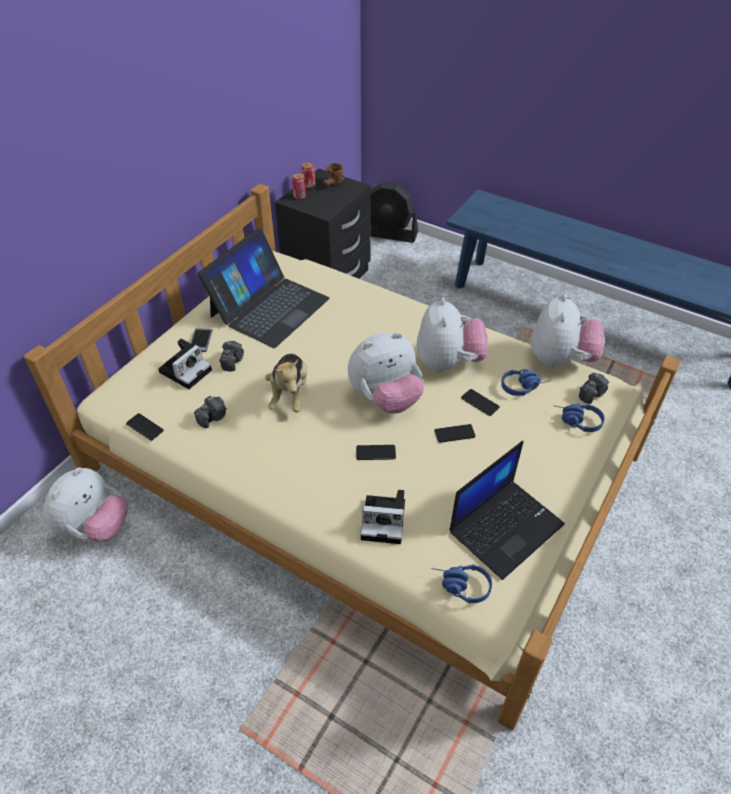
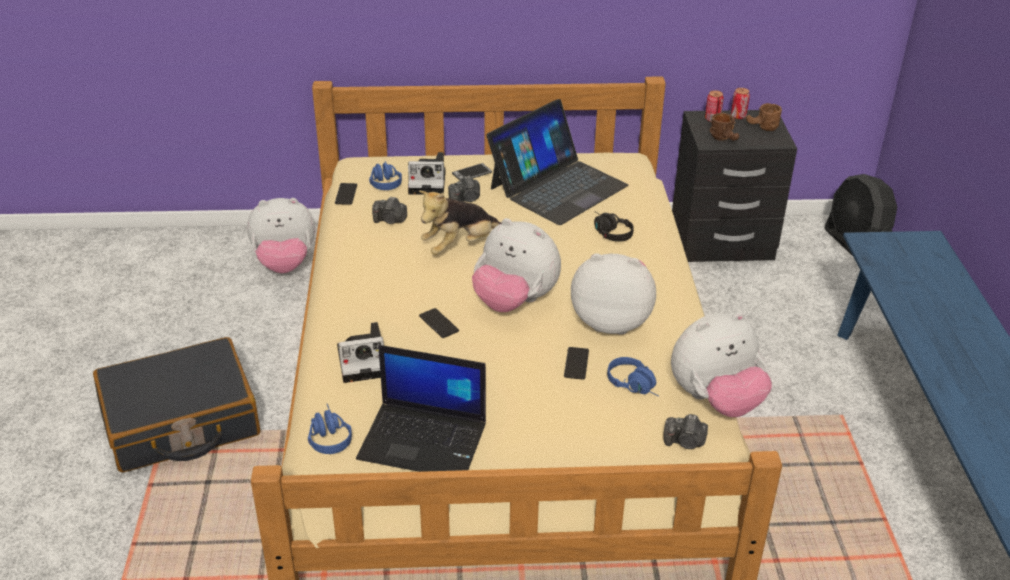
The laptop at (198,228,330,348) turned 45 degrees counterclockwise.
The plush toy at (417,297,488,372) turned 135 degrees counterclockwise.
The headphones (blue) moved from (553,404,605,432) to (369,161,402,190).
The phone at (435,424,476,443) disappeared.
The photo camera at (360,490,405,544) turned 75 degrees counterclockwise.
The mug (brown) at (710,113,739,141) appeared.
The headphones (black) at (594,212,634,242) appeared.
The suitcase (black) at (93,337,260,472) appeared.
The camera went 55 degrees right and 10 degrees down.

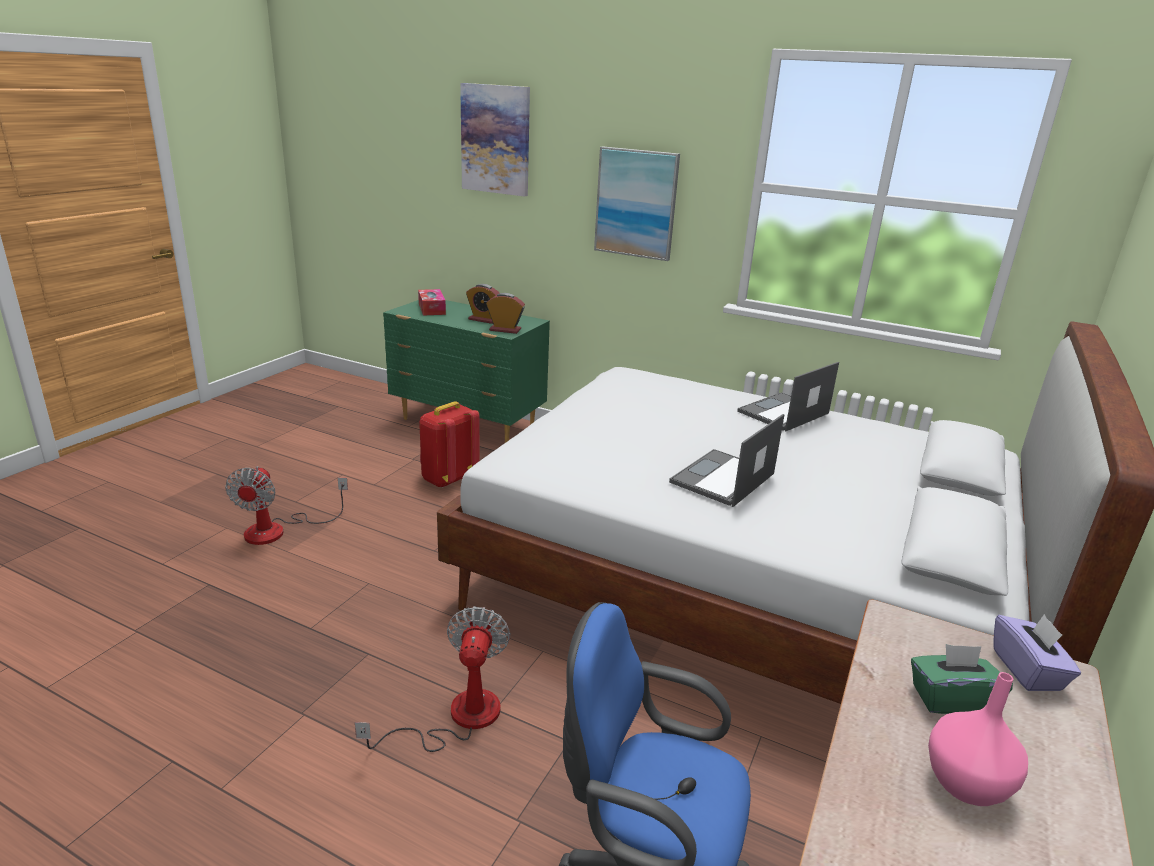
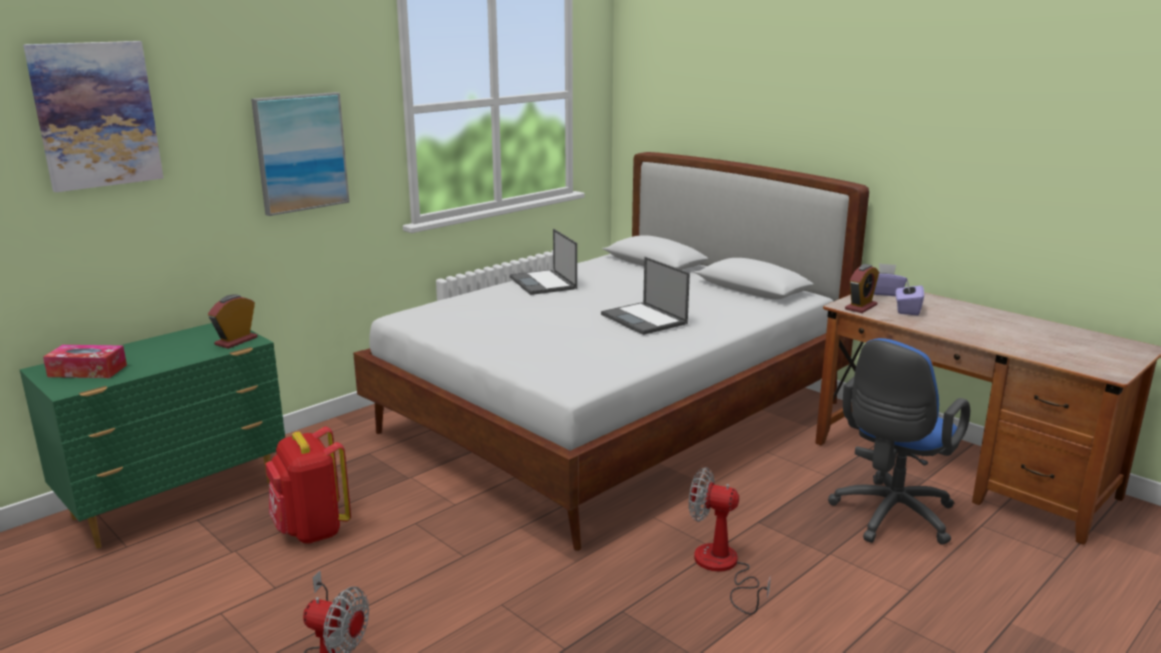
The alarm clock moved from (466,284,500,324) to (845,264,879,313).
The tissue box (green) at (911,644,1013,714) became the tissue box (purple) at (896,278,924,316).
The vase (pink) at (928,672,1028,806) disappeared.
The camera went 70 degrees left and 5 degrees down.

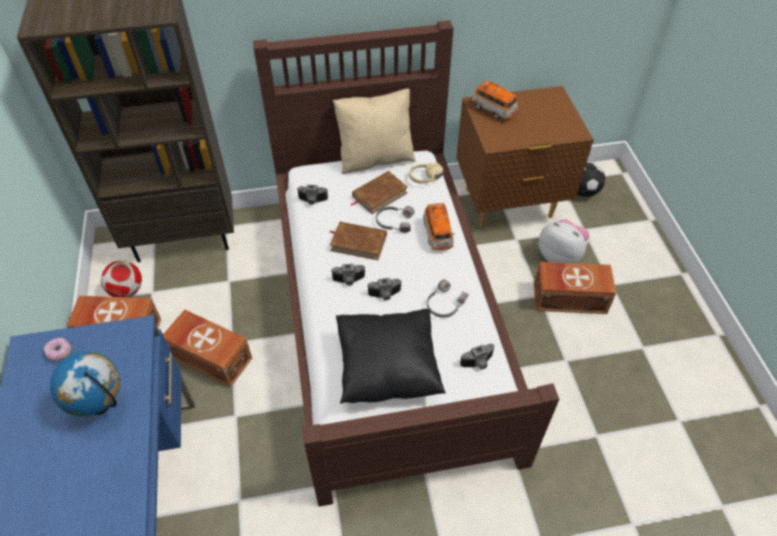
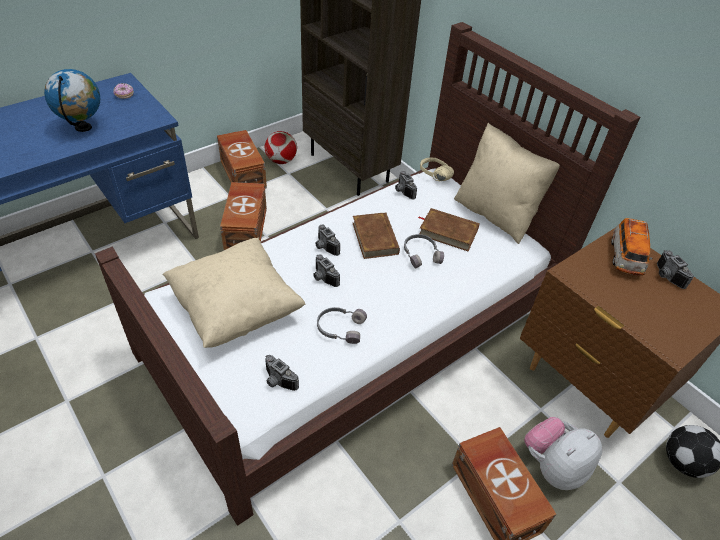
The headphones (beige) moved from (409,162,443,184) to (420,158,454,181).
The toy car at (423,203,454,250) disappeared.
The plush toy at (539,219,590,263) turned 135 degrees counterclockwise.
The pillow (black) at (336,309,446,404) became the pillow (beige) at (162,238,305,348).
The photo camera at (657,250,694,289) appeared.
The camera went 60 degrees right and 5 degrees down.

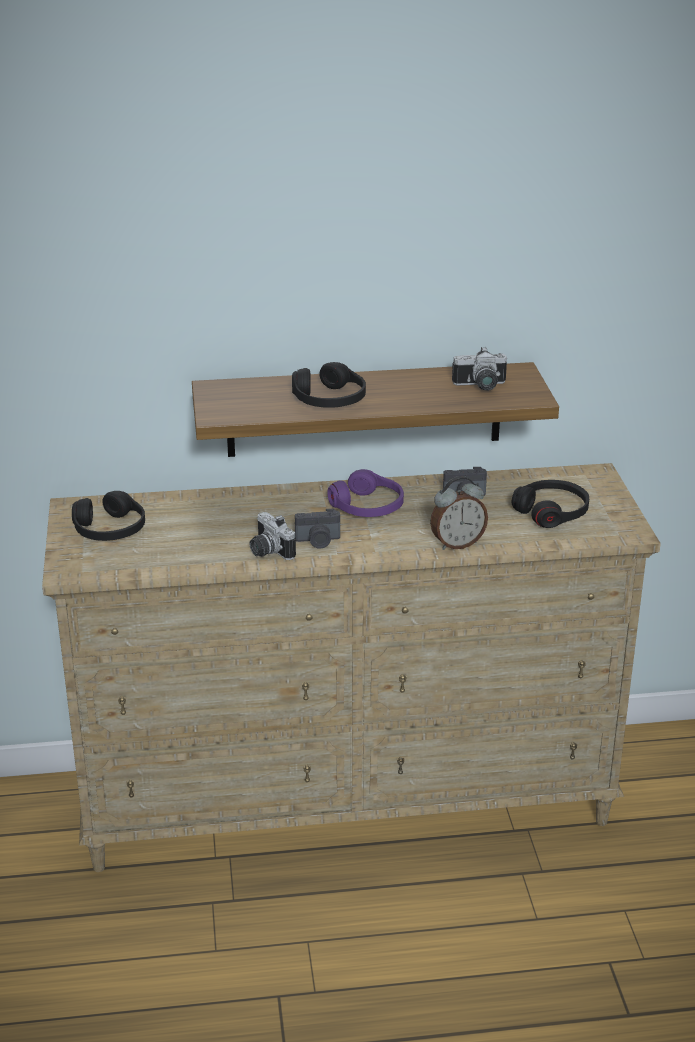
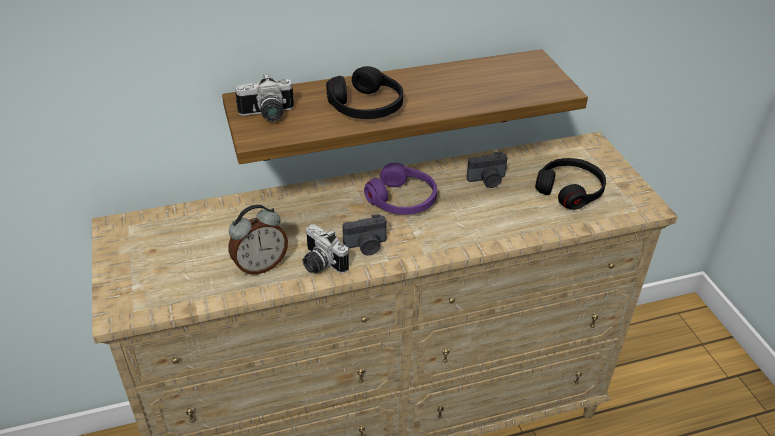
The photo camera moved from (452,347,507,391) to (235,74,294,122).
The alarm clock moved from (430,476,488,550) to (228,205,288,275).
The headphones (black) at (72,491,145,541) disappeared.
The camera went 10 degrees left and 10 degrees up.

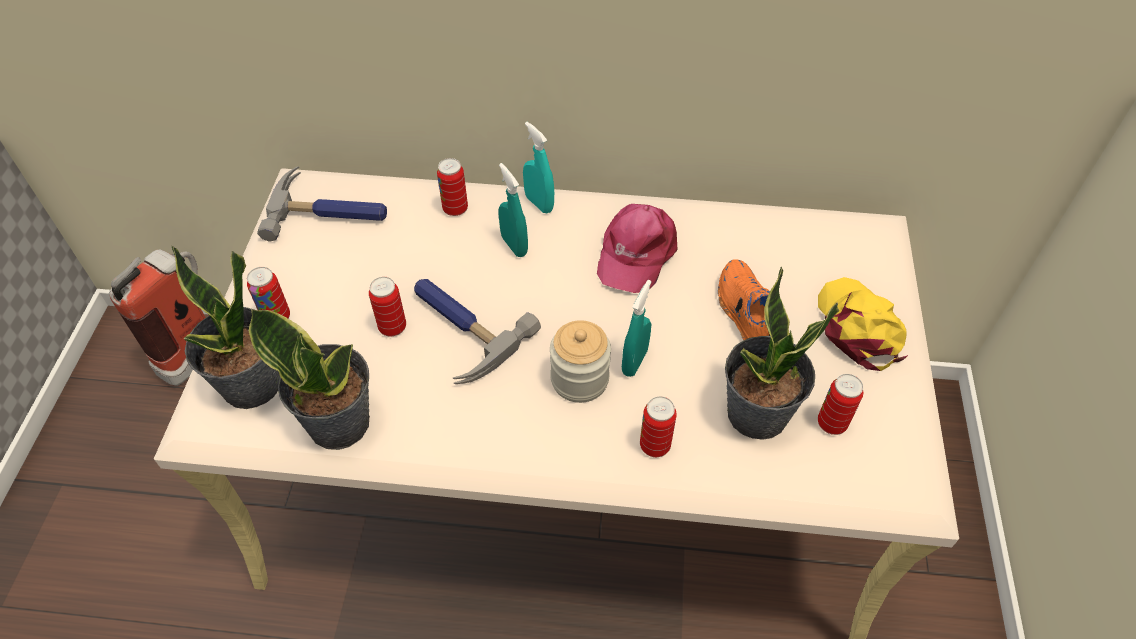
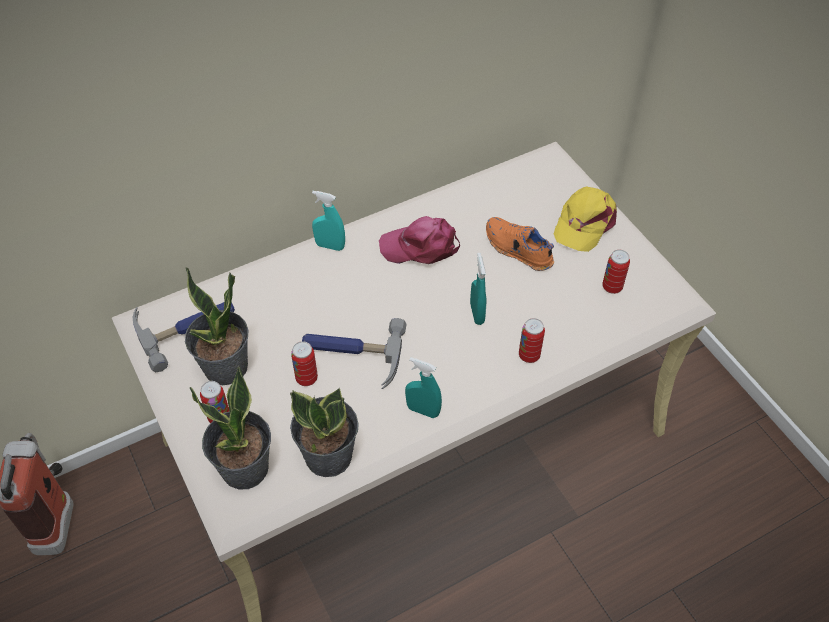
The can at (437,158,468,216) disappeared.
The spray bottle (turquoise) moved from (498,163,528,257) to (405,357,442,418).
The cap (pink) at (597,204,678,293) turned 105 degrees clockwise.
The potted plant moved from (725,267,839,440) to (185,267,249,385).
The cap (yellow) at (818,277,908,371) turned 105 degrees counterclockwise.
The jar at (550,320,611,403) disappeared.
The camera went 35 degrees left and 0 degrees up.

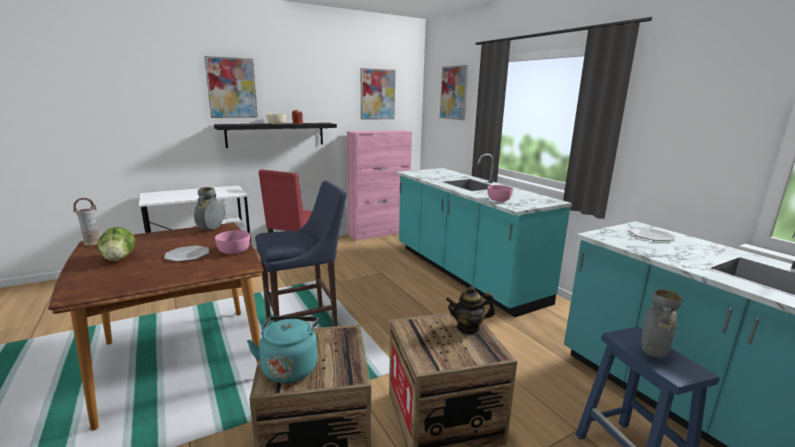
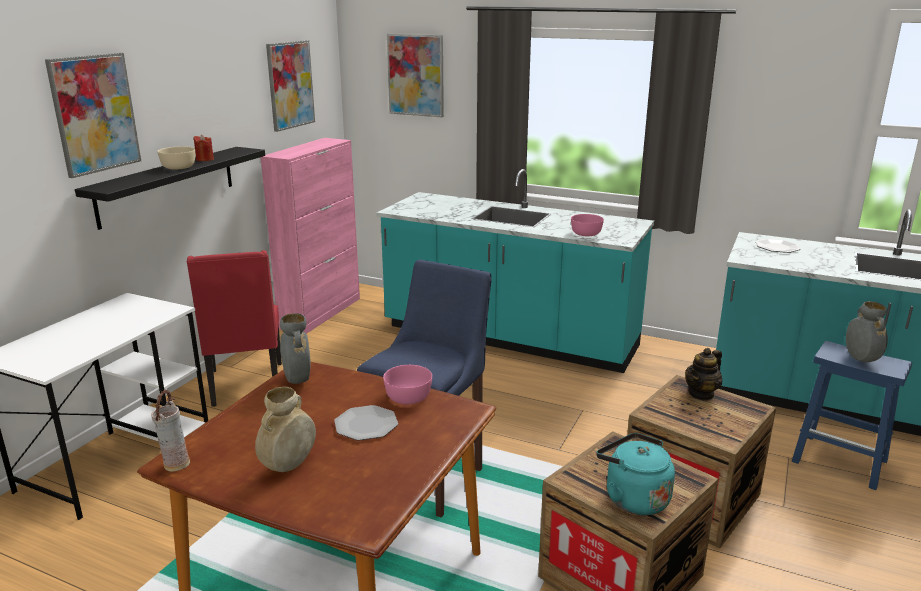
The lettuce at (97,227,135,261) was replaced by the vase (beige) at (255,387,316,472).
The camera went 35 degrees left and 5 degrees up.

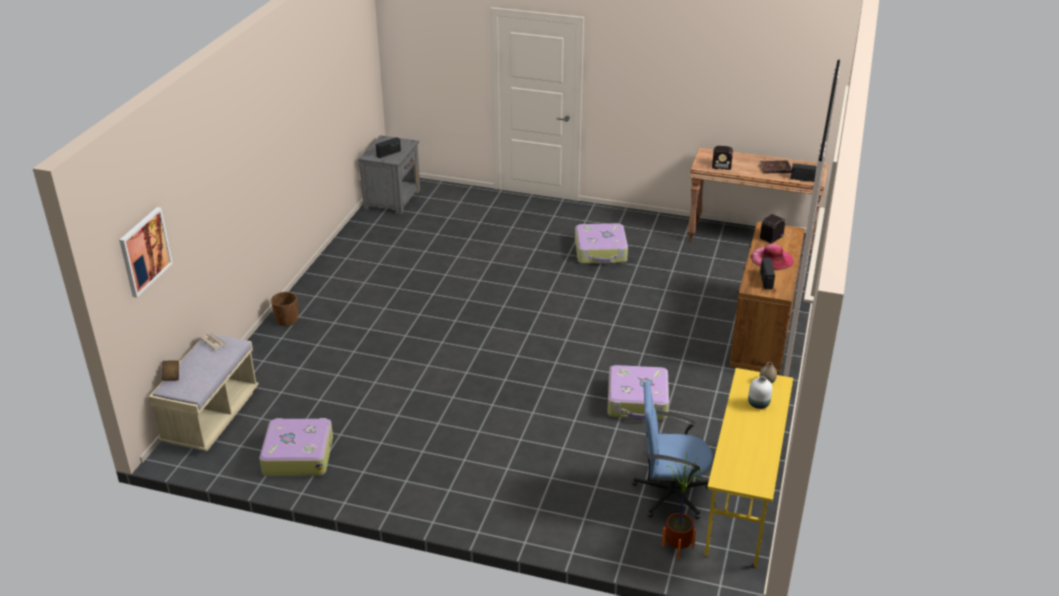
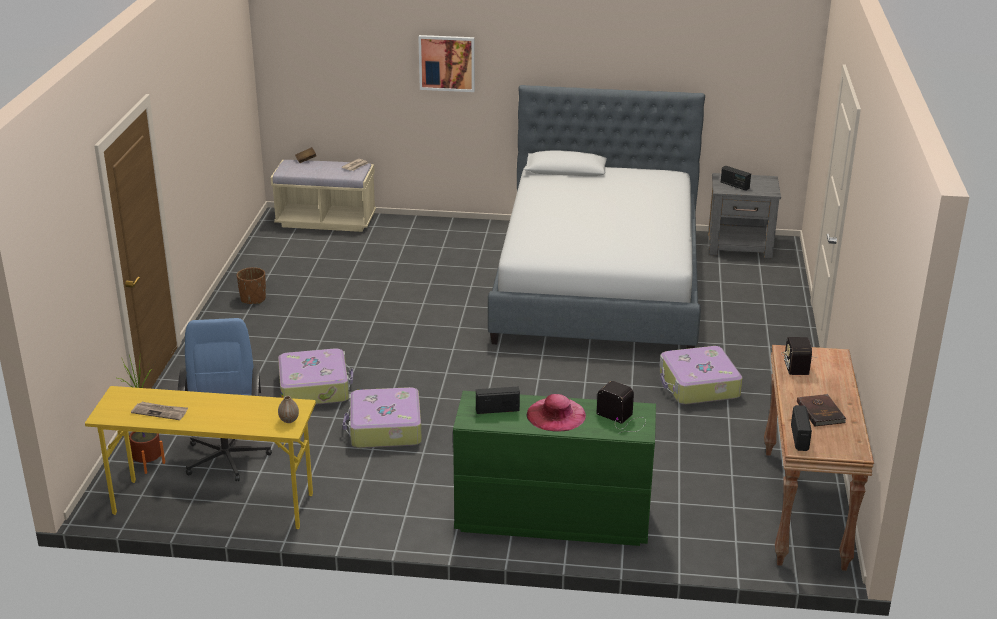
The picture moved from (119,207,173,298) to (418,35,475,92).
The dresser (brown) at (729,222,805,375) became the dresser (green) at (453,391,656,546).
The planter (brown) moved from (271,292,299,326) to (237,267,266,304).
The vase (white) at (748,376,773,409) disappeared.
The suitcase moved from (259,418,333,476) to (278,348,353,405).
The bed at (488,85,705,349) appeared.
The newspaper at (131,402,188,420) appeared.
The camera went 80 degrees right and 5 degrees down.

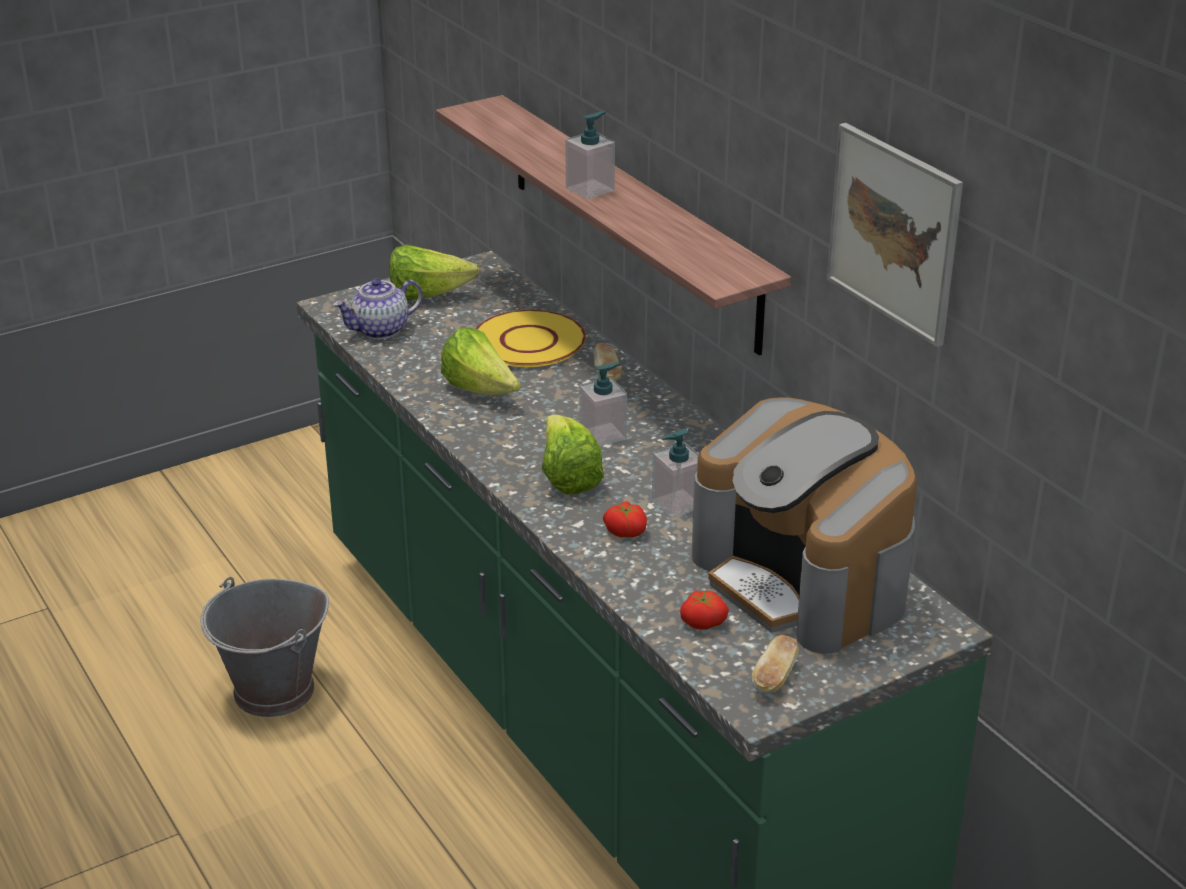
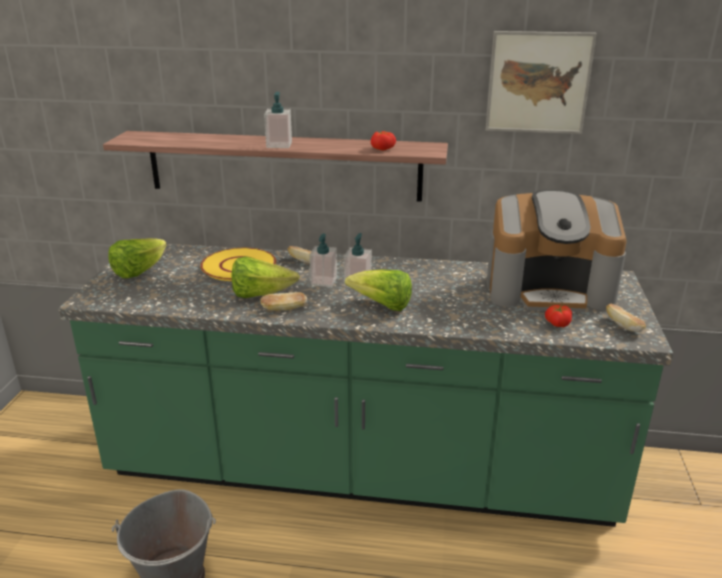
The teapot at (333,278,423,339) disappeared.
The soap dispenser moved from (652,429,699,518) to (309,234,337,287).
The tomato moved from (603,501,647,537) to (371,131,396,151).
The bread at (260,292,308,311) appeared.
The camera went 50 degrees left and 5 degrees down.

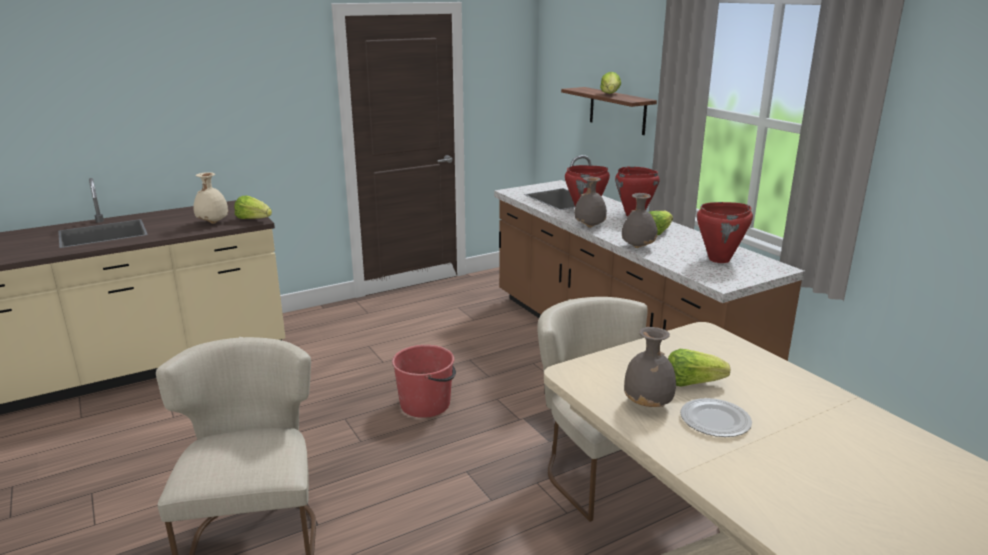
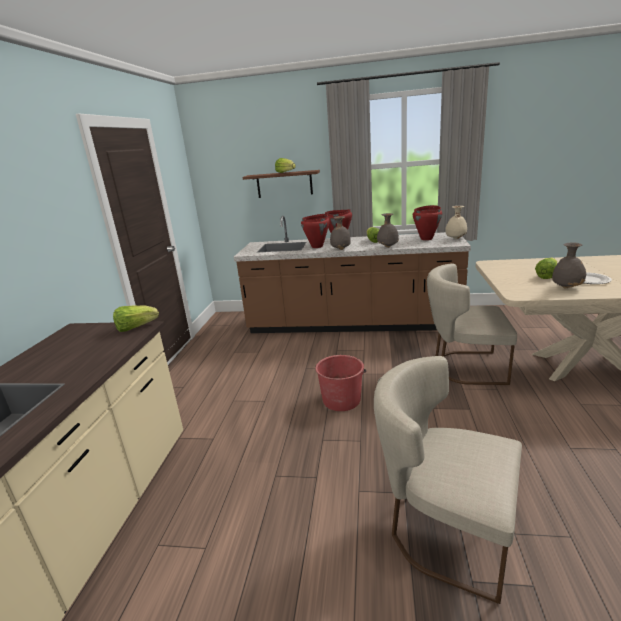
The vase (beige) moved from (193,172,228,224) to (445,206,467,239).
The camera went 50 degrees left and 0 degrees up.

